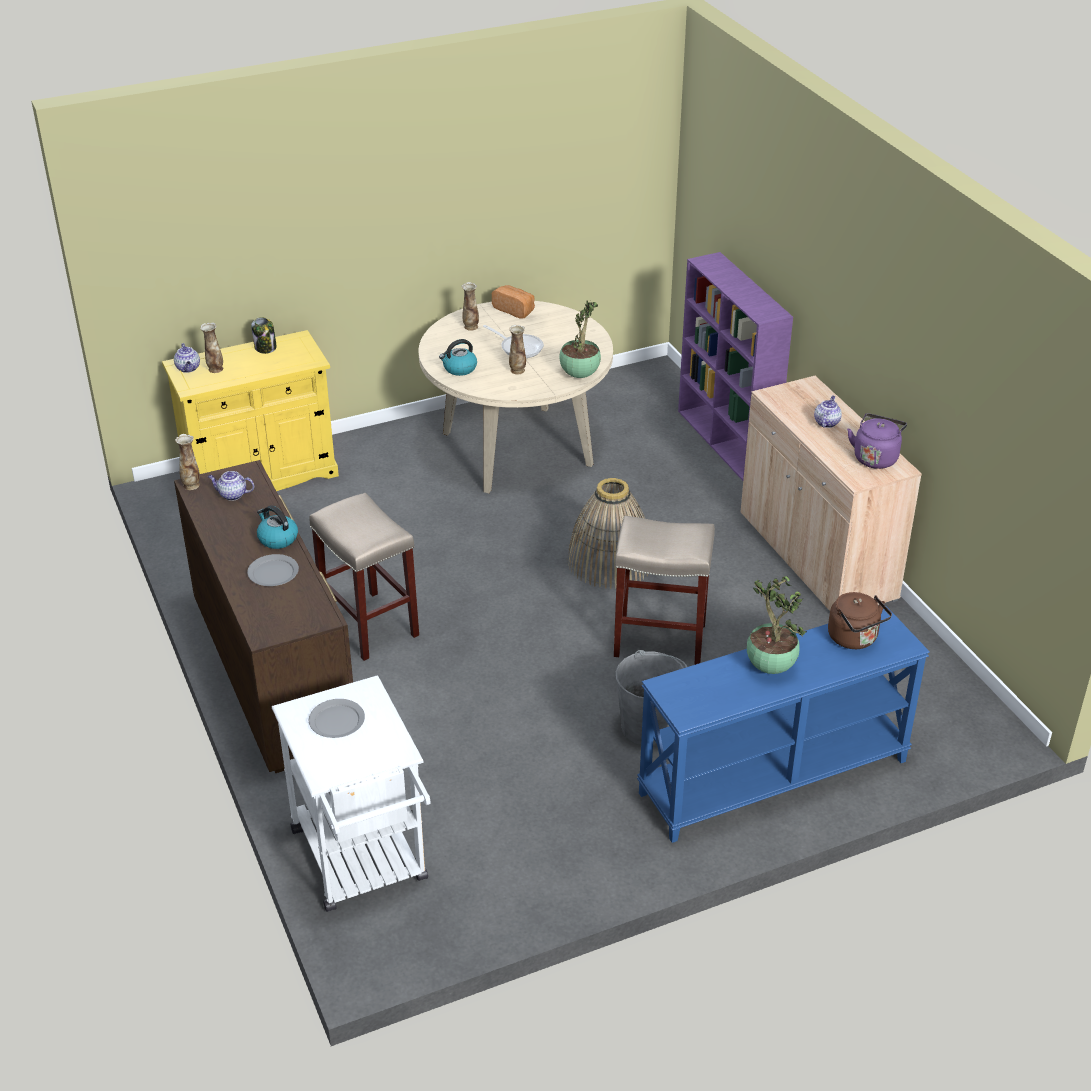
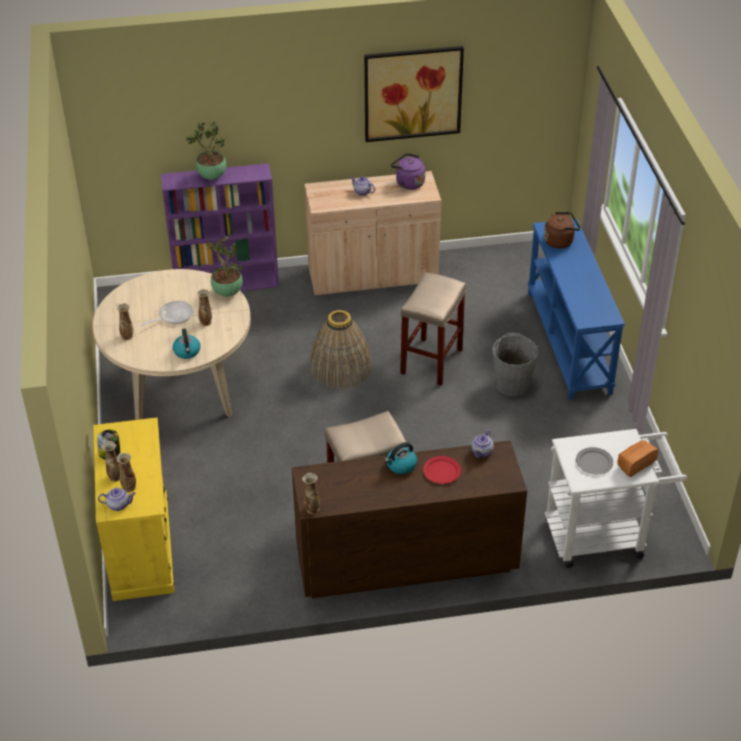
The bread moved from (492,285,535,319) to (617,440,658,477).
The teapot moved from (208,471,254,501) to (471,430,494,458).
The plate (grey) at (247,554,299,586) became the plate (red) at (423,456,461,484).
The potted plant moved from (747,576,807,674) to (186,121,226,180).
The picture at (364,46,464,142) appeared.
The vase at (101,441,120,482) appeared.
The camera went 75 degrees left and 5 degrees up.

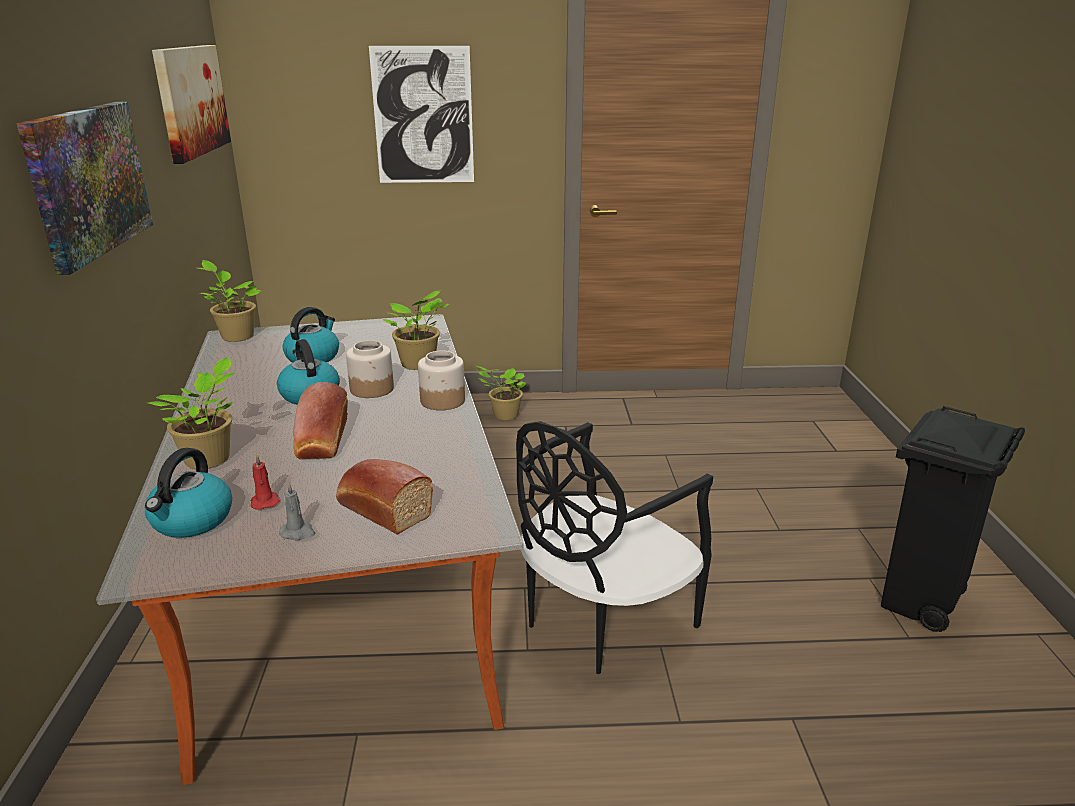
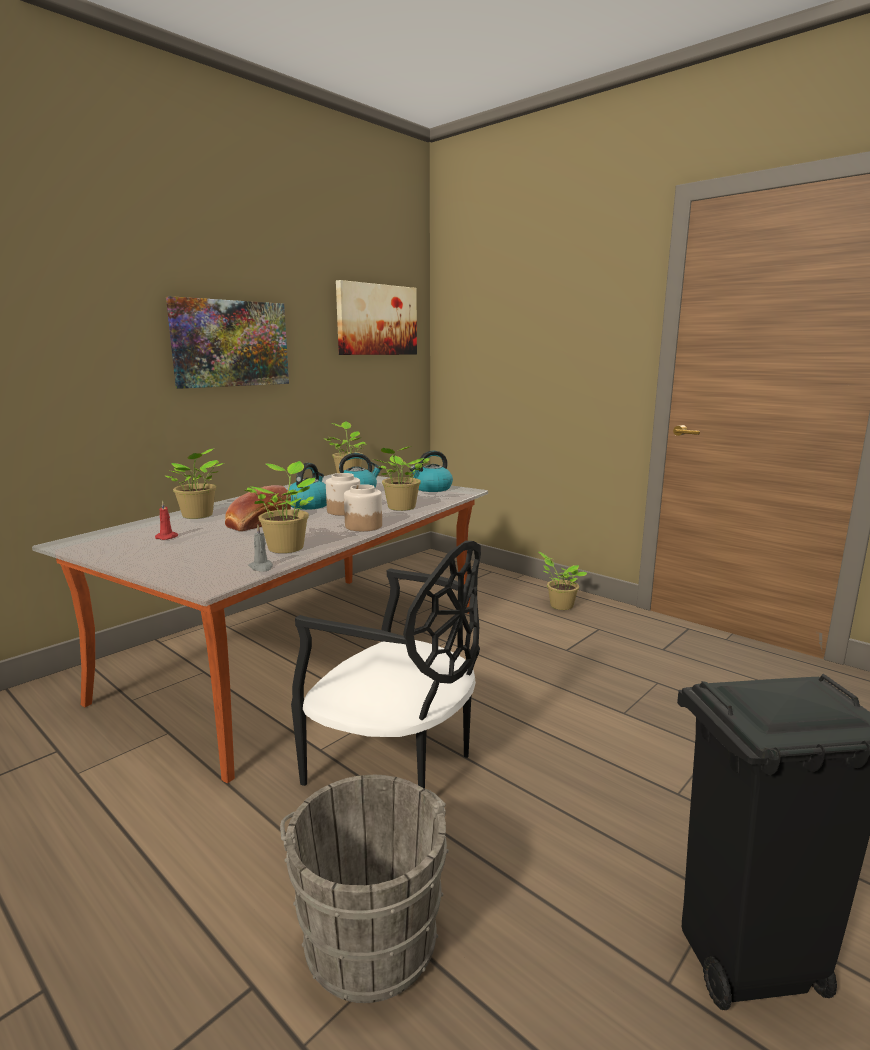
The picture at (369,46,474,183) disappeared.
The chair (black) at (516,421,713,674) turned 150 degrees counterclockwise.
The kettle moved from (145,448,232,538) to (409,451,453,492).
The bread at (336,459,433,535) disappeared.
The candle (grey) moved from (279,482,315,540) to (248,525,273,572).
The potted plant at (244,461,315,553) appeared.
The bucket (grey) at (280,775,449,1003) appeared.
The camera went 45 degrees right and 10 degrees down.

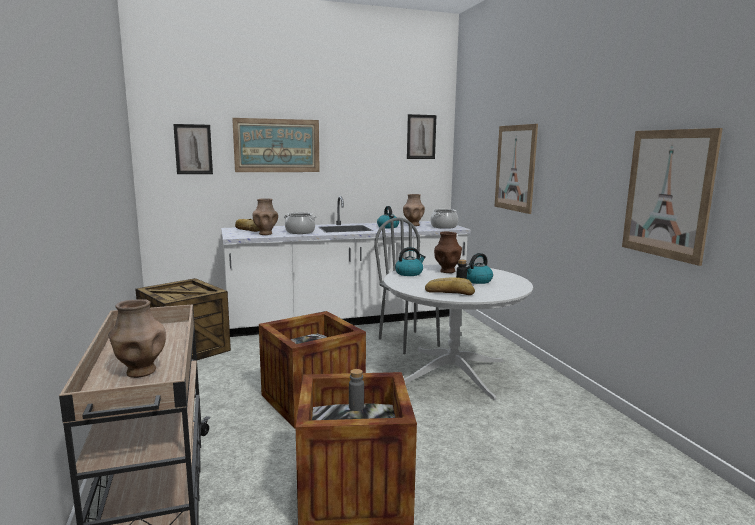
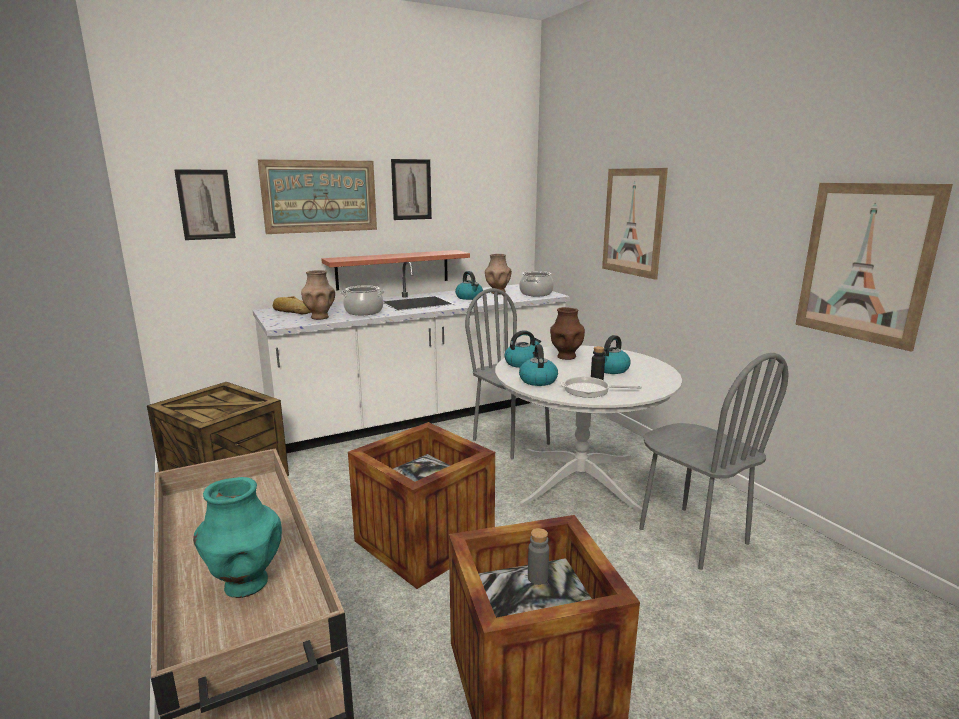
The picture moved from (407,114,436,159) to (391,159,432,220).
The bread at (425,277,475,295) was replaced by the frying pan at (561,376,642,398).
The vase (brown) at (108,299,166,378) became the vase (turquoise) at (193,477,282,598).
The shelf at (321,250,470,290) appeared.
The kettle at (519,345,558,386) appeared.
The chair (grey) at (639,353,788,570) appeared.
The camera went 10 degrees left and 5 degrees up.

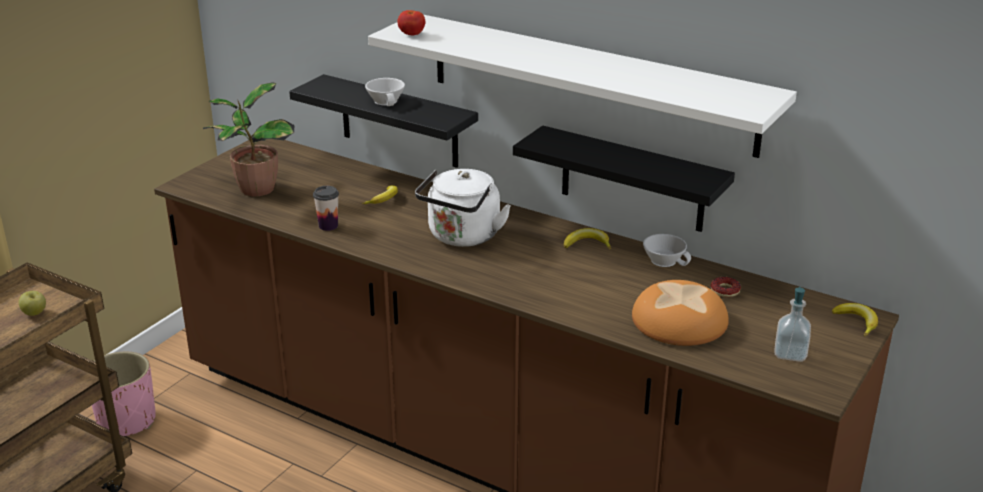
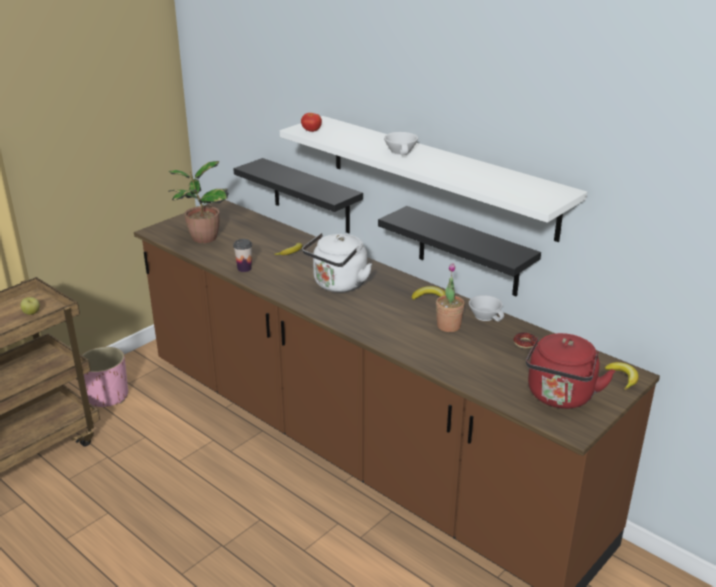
The cup (white) moved from (365,78,405,106) to (384,132,418,155).
The bread at (632,280,729,346) disappeared.
The soap dispenser at (774,287,811,362) was replaced by the kettle (red) at (526,333,615,409).
The potted plant at (436,263,465,332) appeared.
The camera went 10 degrees right and 0 degrees up.

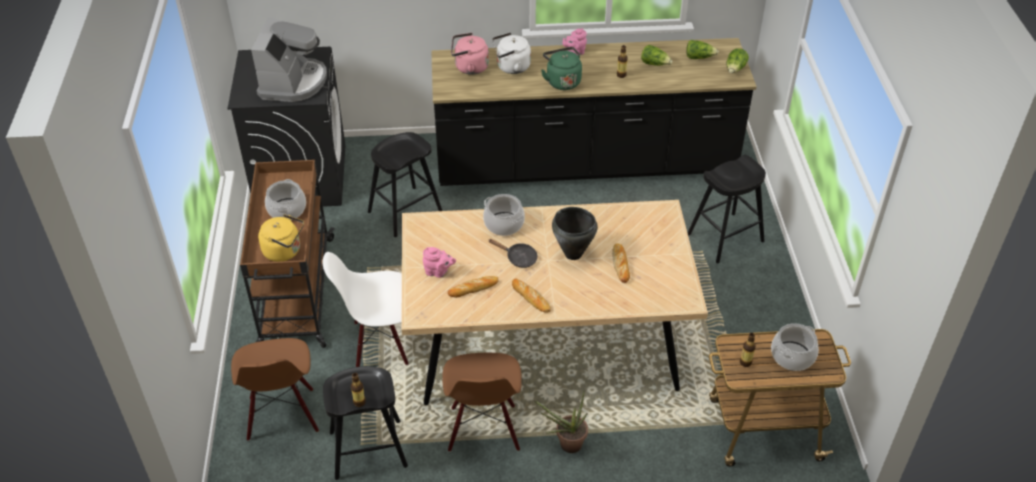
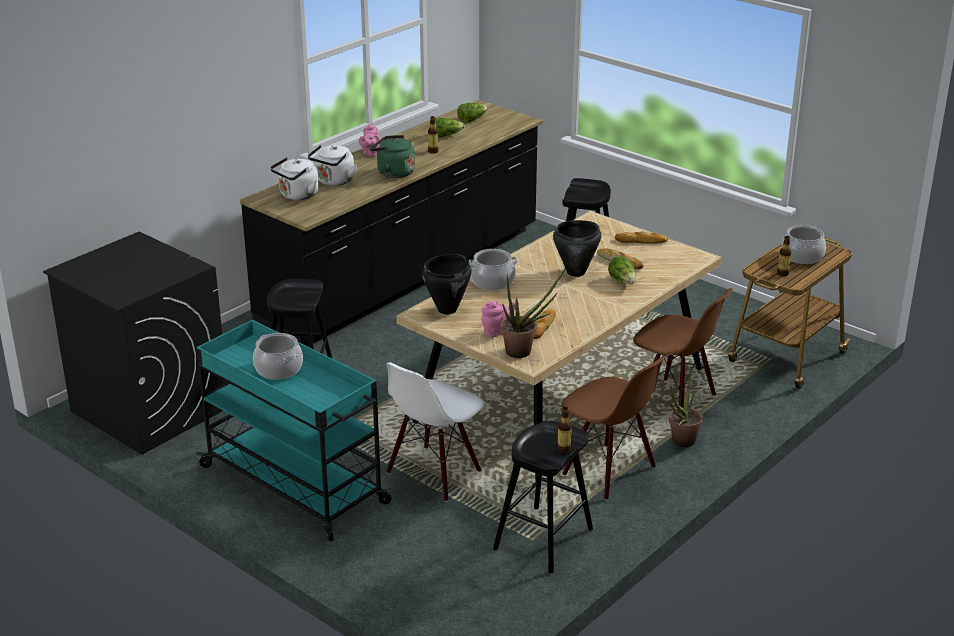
The coffee machine at (251,17,327,102) disappeared.
The kettle (pink) at (451,33,489,75) became the kettle (white) at (270,157,319,200).
The lettuce moved from (726,48,749,73) to (608,256,636,284).
The cart (brown) at (240,160,335,348) became the cart (turquoise) at (196,320,392,541).
The kettle (yellow) at (258,214,304,262) disappeared.
The frying pan (black) at (488,239,538,268) disappeared.
The bread moved from (512,278,551,313) to (615,231,668,244).
The chair (brown) moved from (231,338,319,441) to (633,288,733,407).
The cooking pot (black) at (422,254,471,314) appeared.
The potted plant at (501,269,565,358) appeared.
The camera went 45 degrees left and 15 degrees down.

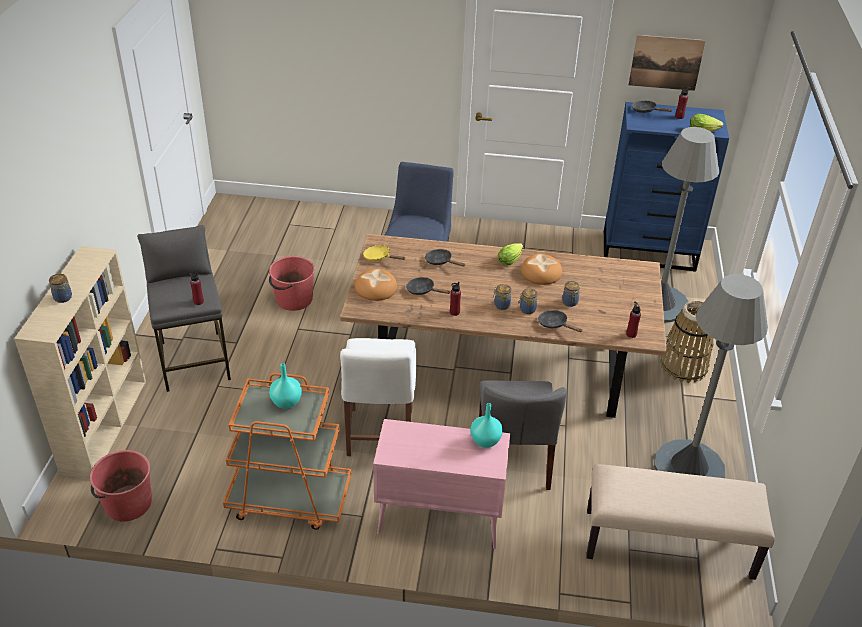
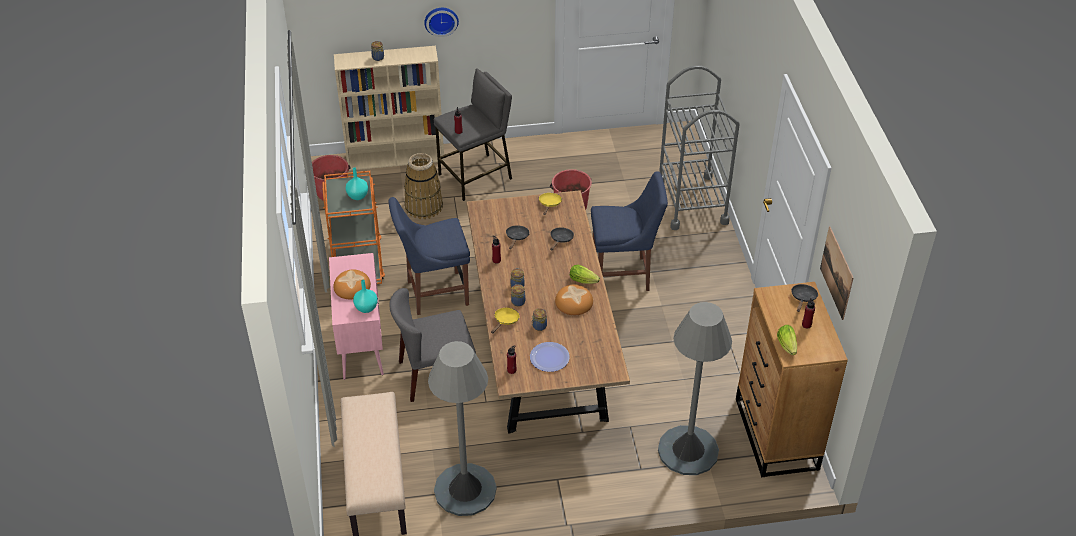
The dresser (blue) at (603,102,729,272) became the dresser (brown) at (736,282,848,477).
The bread moved from (355,269,397,301) to (333,269,371,299).
The basket moved from (660,300,713,383) to (404,153,443,219).
The frying pan (black) at (538,310,583,332) became the frying pan (yellow) at (491,308,519,333).
The chair (white) at (340,338,417,456) became the chair (blue) at (388,197,470,315).
The wall clock at (424,8,459,37) appeared.
The cart (grey) at (659,65,740,230) appeared.
The plate at (530,342,570,372) appeared.
The camera went 75 degrees right and 5 degrees up.

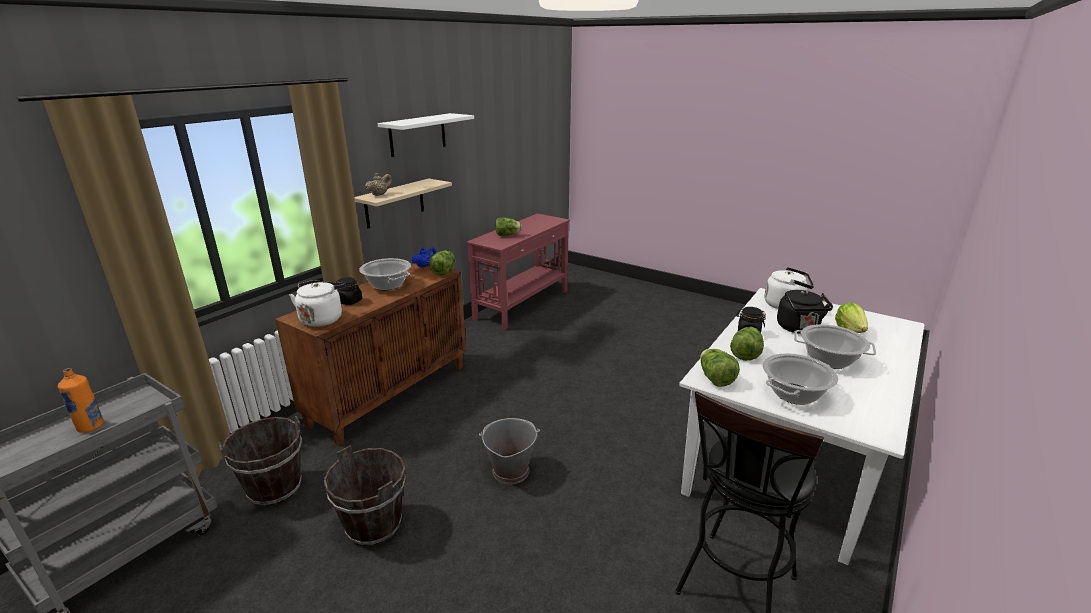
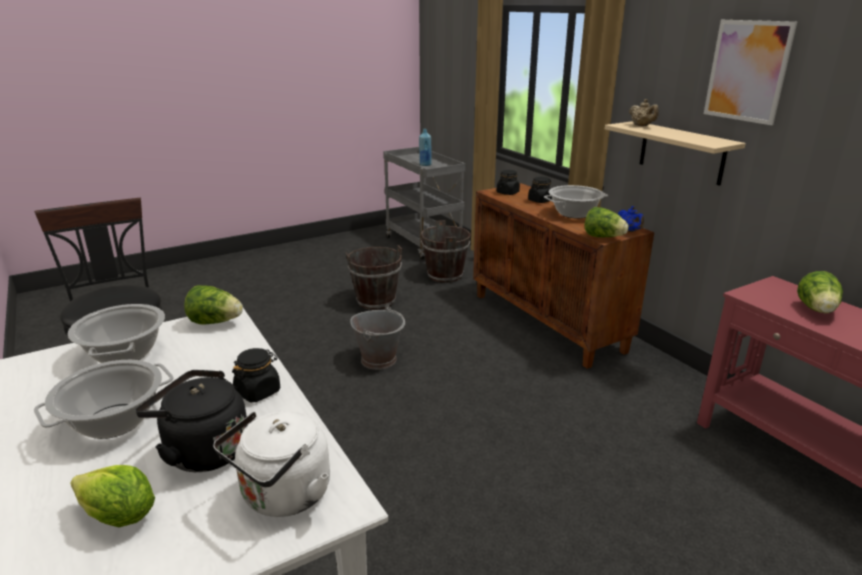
The shelf (white) at (378,113,474,157) was replaced by the picture at (704,20,797,125).
The kettle (white) at (289,280,345,327) was replaced by the jar (black) at (497,170,520,195).
The lettuce at (730,327,764,361) disappeared.
The bottle (orange) at (58,368,104,433) became the bottle (blue) at (419,129,432,166).
The camera went 115 degrees right and 0 degrees up.

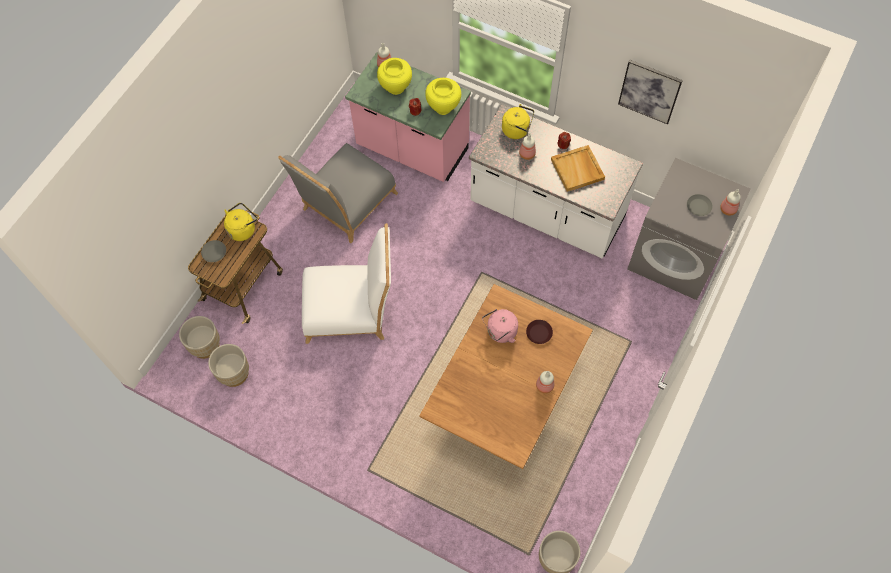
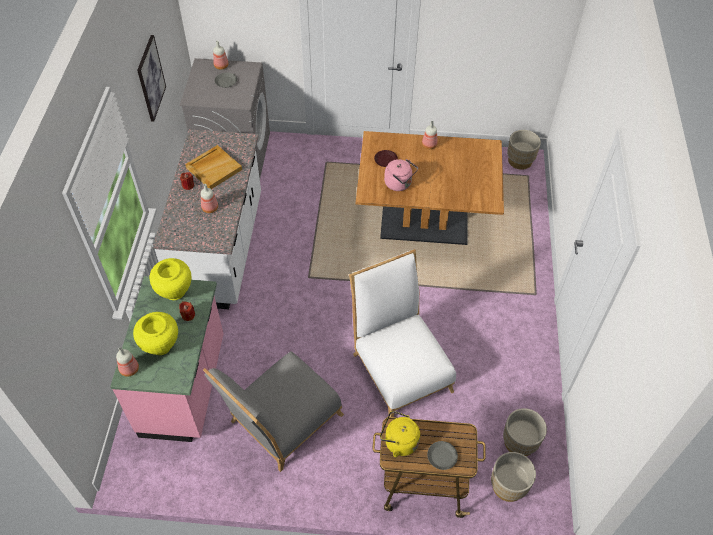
The kettle (yellow) at (502,104,534,139) disappeared.
The chair (grey) at (278,143,398,243) turned 120 degrees clockwise.
The camera went 115 degrees left and 10 degrees down.

